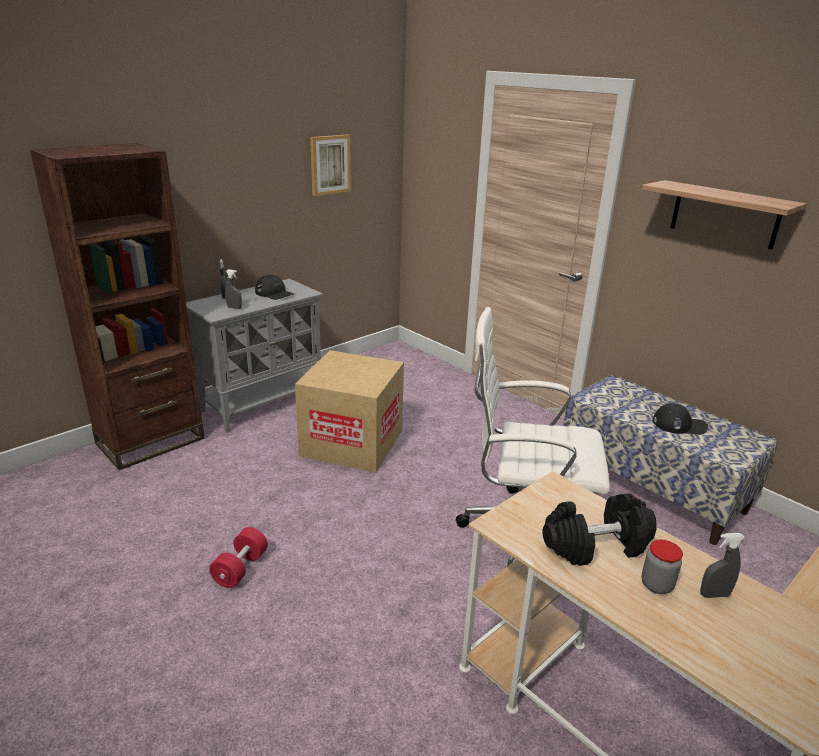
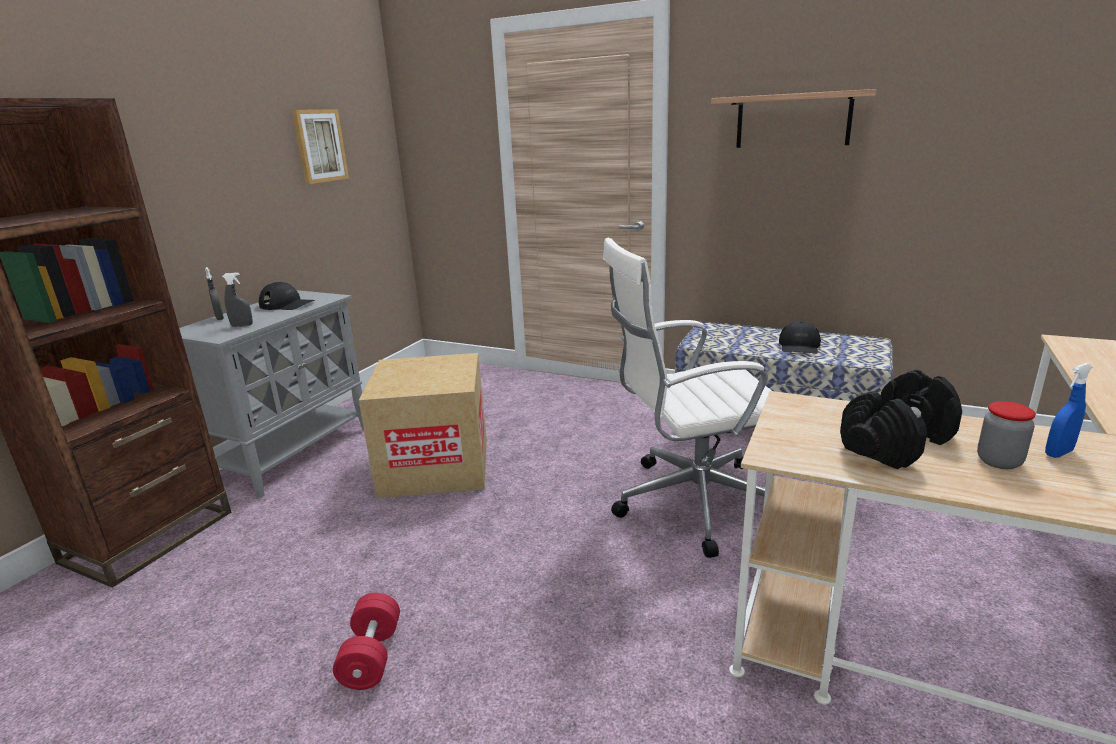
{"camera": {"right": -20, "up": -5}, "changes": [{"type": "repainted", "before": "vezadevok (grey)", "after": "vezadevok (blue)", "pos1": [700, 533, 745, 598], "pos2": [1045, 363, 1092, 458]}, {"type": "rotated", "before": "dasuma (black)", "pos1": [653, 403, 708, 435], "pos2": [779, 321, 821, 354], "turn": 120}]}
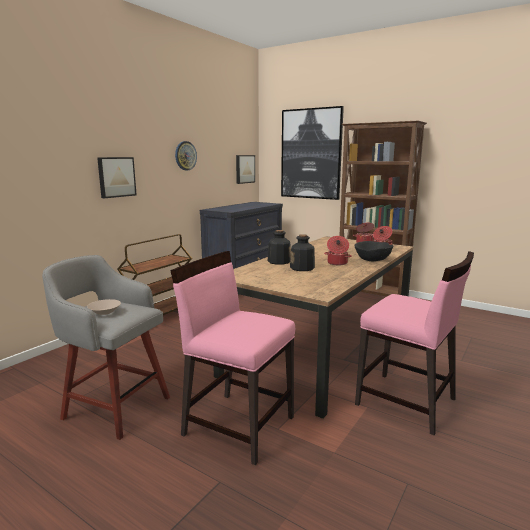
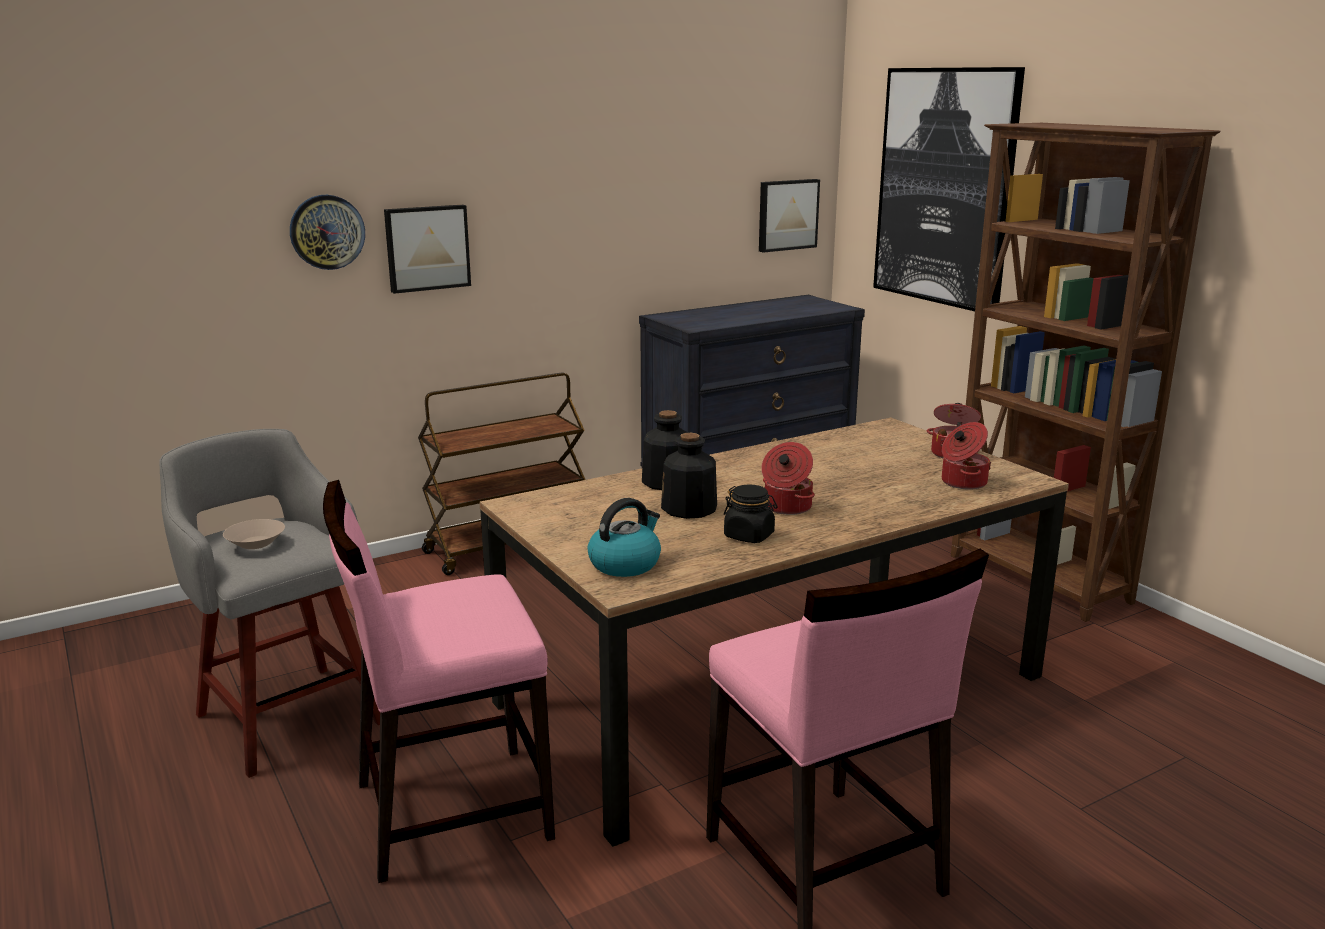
{"camera": {"right": 25, "up": 5}, "changes": [{"type": "gone", "before": "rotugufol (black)", "pos1": [354, 241, 394, 261]}, {"type": "new", "after": "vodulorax", "pos2": [587, 498, 661, 577]}, {"type": "new", "after": "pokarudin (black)", "pos2": [724, 485, 777, 543]}, {"type": "shifted", "before": "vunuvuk", "pos1": [175, 141, 197, 170], "pos2": [290, 195, 365, 270]}, {"type": "rotated", "before": "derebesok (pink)", "pos1": [170, 251, 295, 465], "pos2": [323, 480, 555, 883], "turn": -75}]}
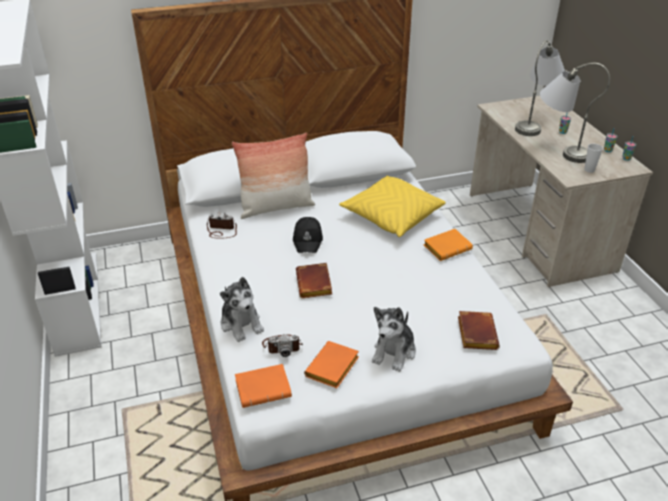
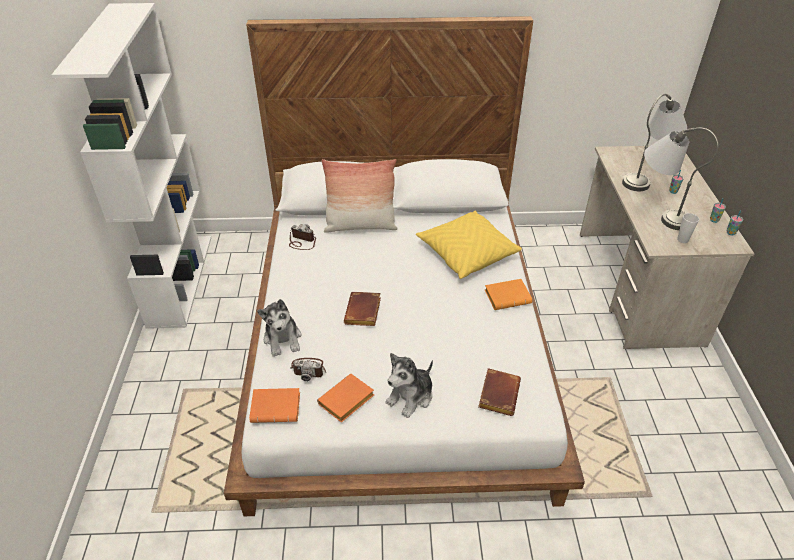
{"camera": {"right": 15, "up": 5}, "changes": [{"type": "gone", "before": "dasuma (black)", "pos1": [293, 217, 323, 253]}]}
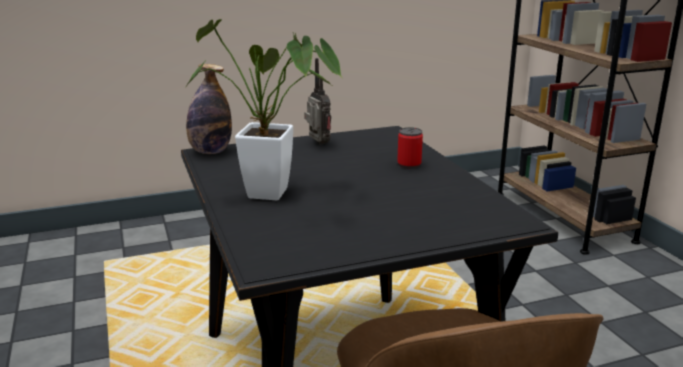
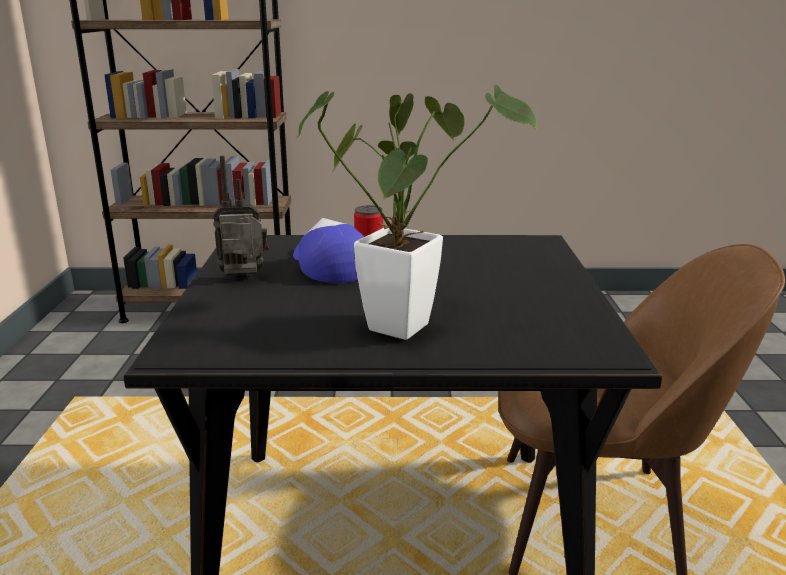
{"camera": {"right": -70, "up": 0}, "changes": [{"type": "gone", "before": "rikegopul", "pos1": [186, 64, 232, 154]}, {"type": "new", "after": "dasuma", "pos2": [293, 218, 364, 283]}]}
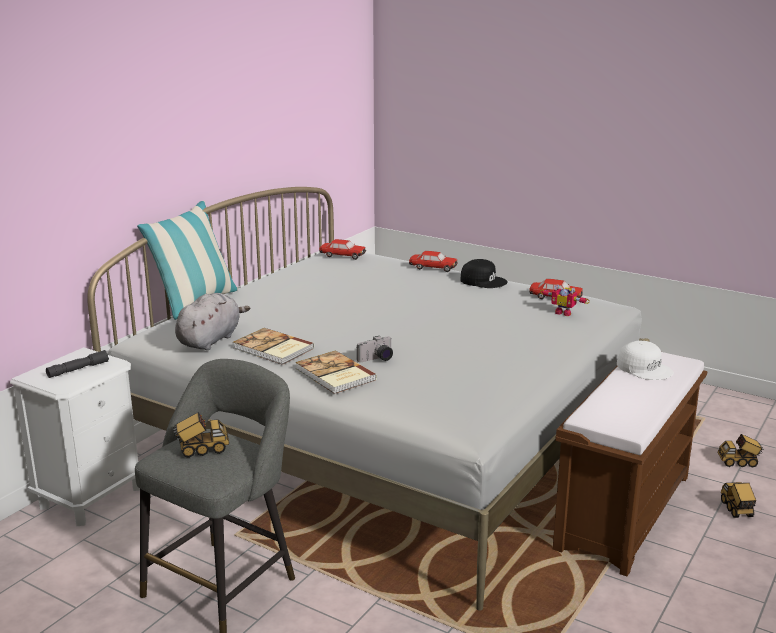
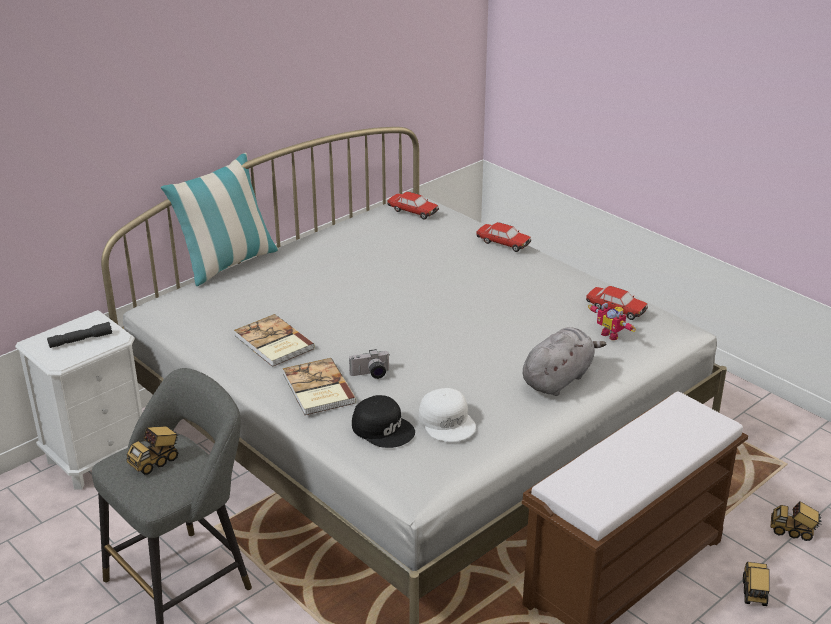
{"camera": {"right": 15, "up": 10}, "changes": [{"type": "shifted", "before": "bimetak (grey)", "pos1": [175, 293, 250, 350], "pos2": [523, 327, 606, 396]}, {"type": "shifted", "before": "dasuma (black)", "pos1": [460, 259, 508, 288], "pos2": [352, 395, 415, 448]}, {"type": "shifted", "before": "dasuma (white)", "pos1": [617, 341, 674, 380], "pos2": [419, 388, 476, 442]}, {"type": "rotated", "before": "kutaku", "pos1": [173, 412, 229, 458], "pos2": [126, 426, 179, 475], "turn": 135}]}
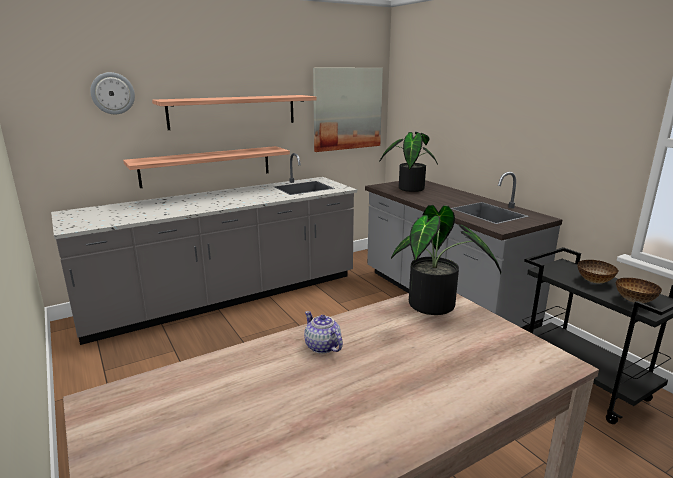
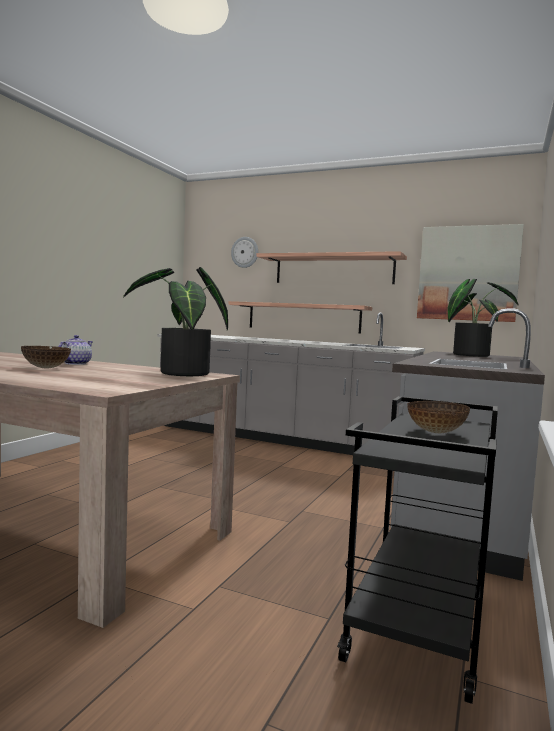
{"camera": {"right": 55, "up": -15}, "changes": [{"type": "shifted", "before": "rotugufol", "pos1": [615, 278, 662, 303], "pos2": [21, 346, 71, 368]}]}
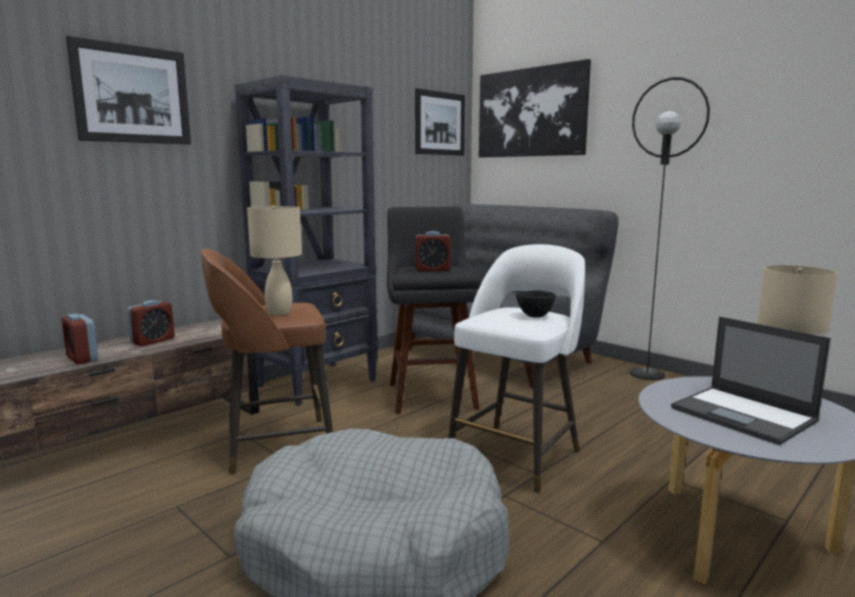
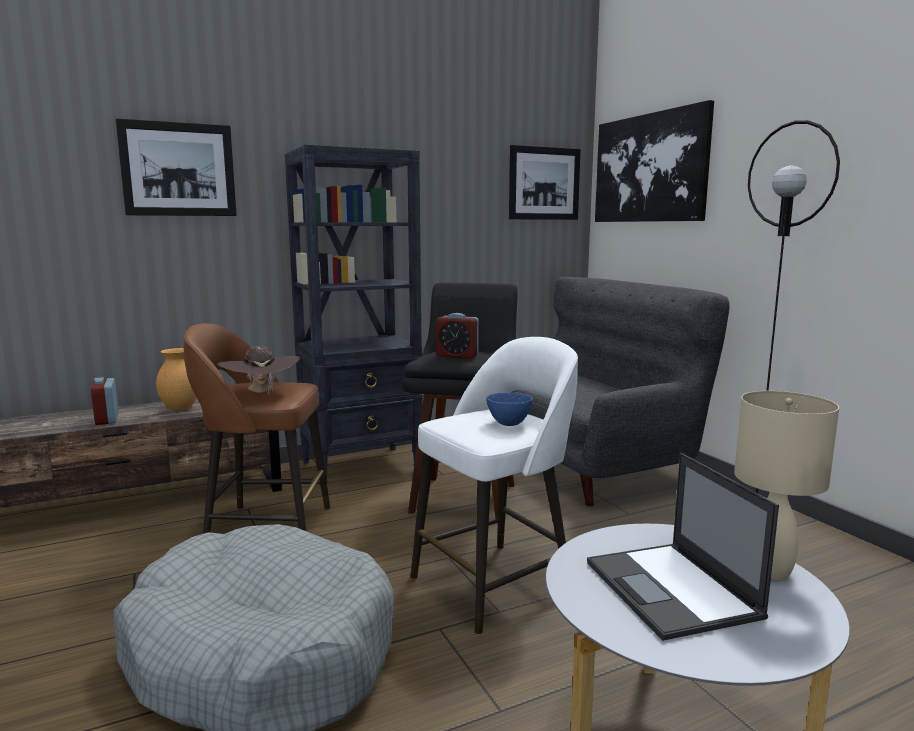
{"camera": {"right": 20, "up": 0}, "changes": [{"type": "swapped", "before": "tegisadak", "after": "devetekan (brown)", "pos1": [127, 300, 175, 346], "pos2": [156, 348, 197, 411]}, {"type": "swapped", "before": "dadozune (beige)", "after": "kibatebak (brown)", "pos1": [247, 205, 302, 315], "pos2": [217, 346, 300, 395]}, {"type": "repainted", "before": "rotugufol (black)", "after": "rotugufol (blue)", "pos1": [516, 290, 556, 318], "pos2": [486, 392, 533, 426]}]}
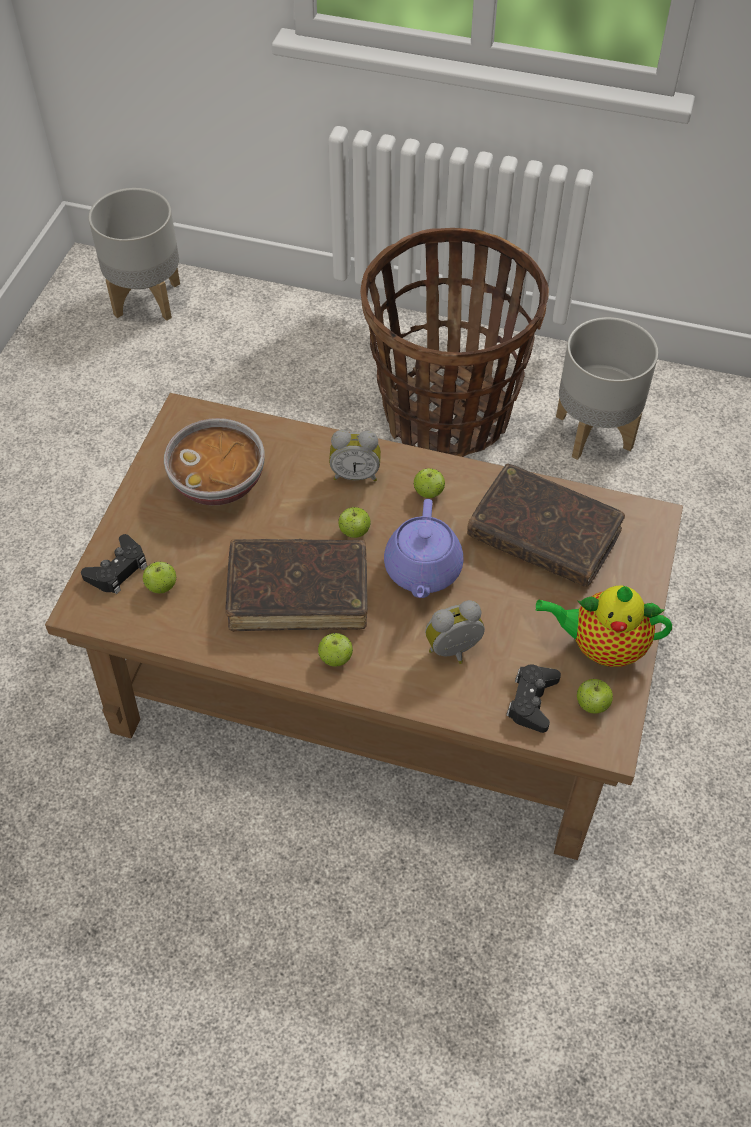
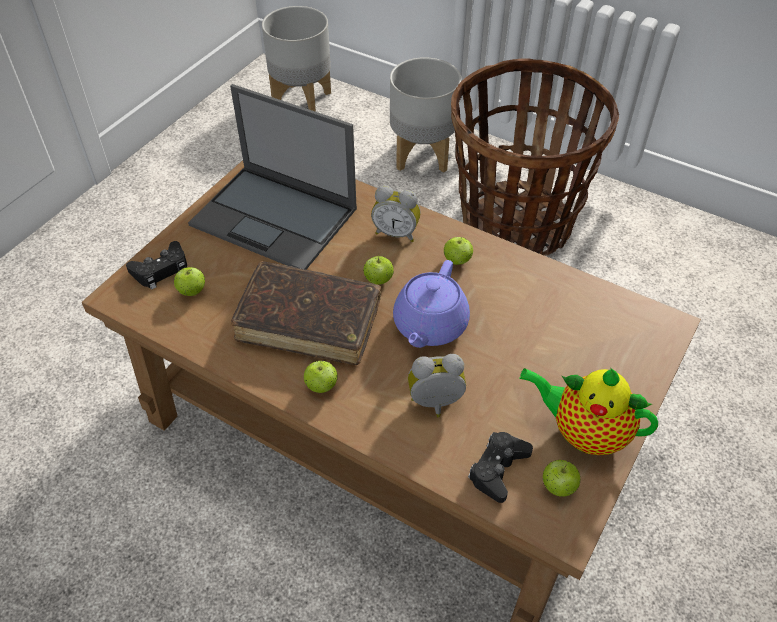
{"camera": {"right": 15, "up": -5}, "changes": [{"type": "gone", "before": "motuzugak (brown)", "pos1": [467, 463, 625, 587]}, {"type": "shifted", "before": "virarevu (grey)", "pos1": [556, 317, 658, 460], "pos2": [390, 57, 461, 173]}, {"type": "swapped", "before": "rotugufol", "after": "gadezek", "pos1": [164, 418, 264, 505], "pos2": [188, 84, 357, 270]}]}
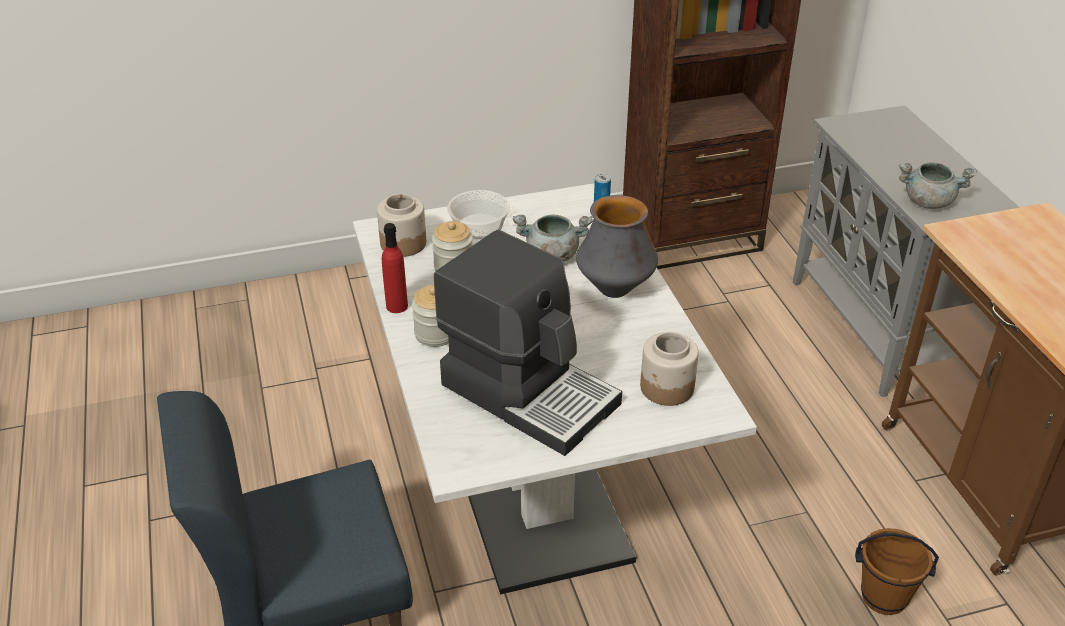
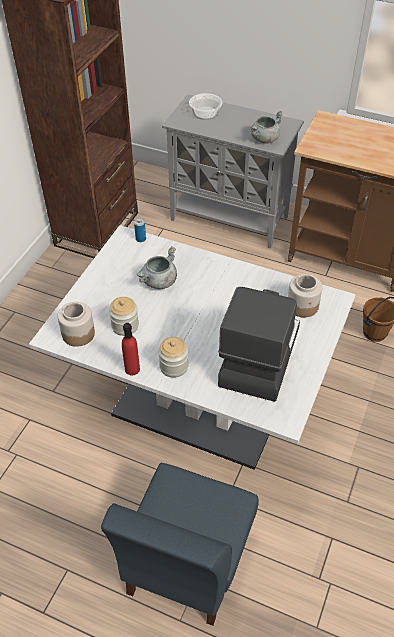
{"camera": {"right": -50, "up": 10}, "changes": [{"type": "gone", "before": "devetekan", "pos1": [576, 195, 658, 298]}, {"type": "shifted", "before": "rotugufol", "pos1": [447, 190, 510, 240], "pos2": [189, 93, 222, 120]}, {"type": "rotated", "before": "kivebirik", "pos1": [434, 230, 622, 456], "pos2": [218, 287, 300, 402], "turn": -60}]}
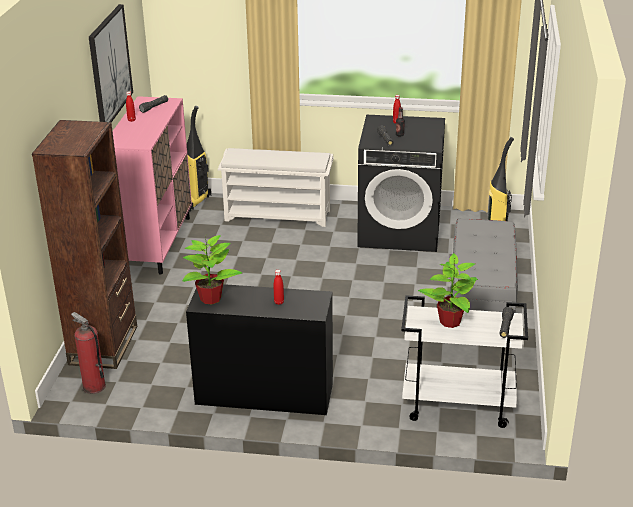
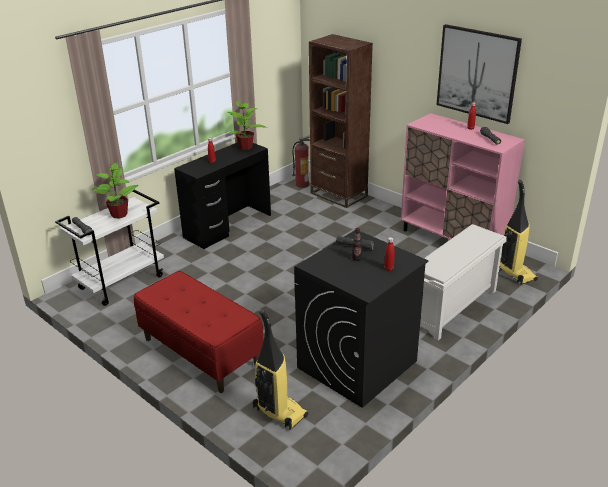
{"camera": {"right": 125, "up": 0}, "changes": [{"type": "repainted", "before": "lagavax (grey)", "after": "lagavax (red)", "pos1": [451, 219, 518, 313], "pos2": [134, 271, 264, 393]}]}
